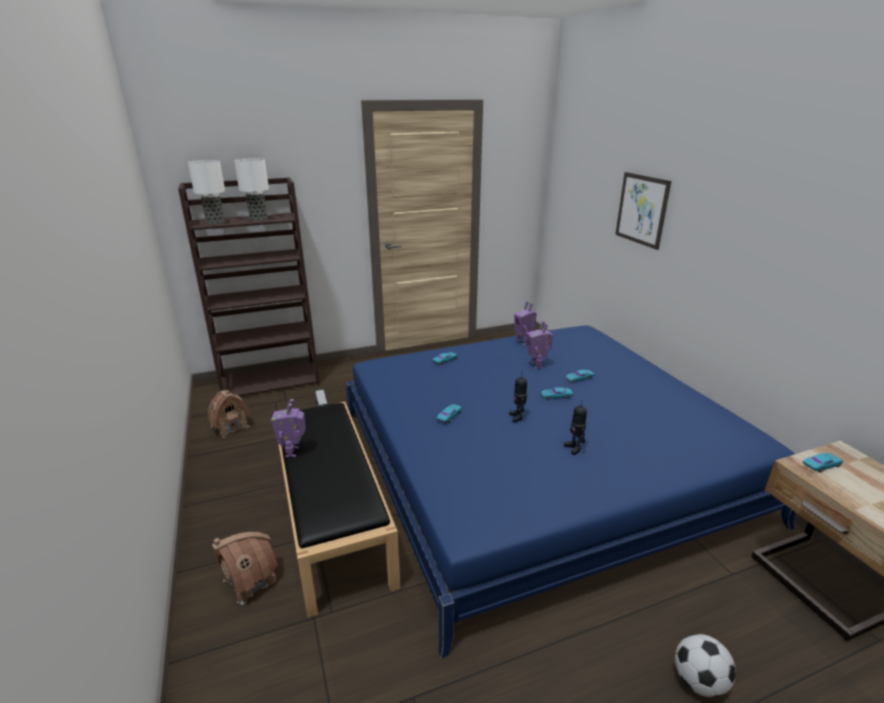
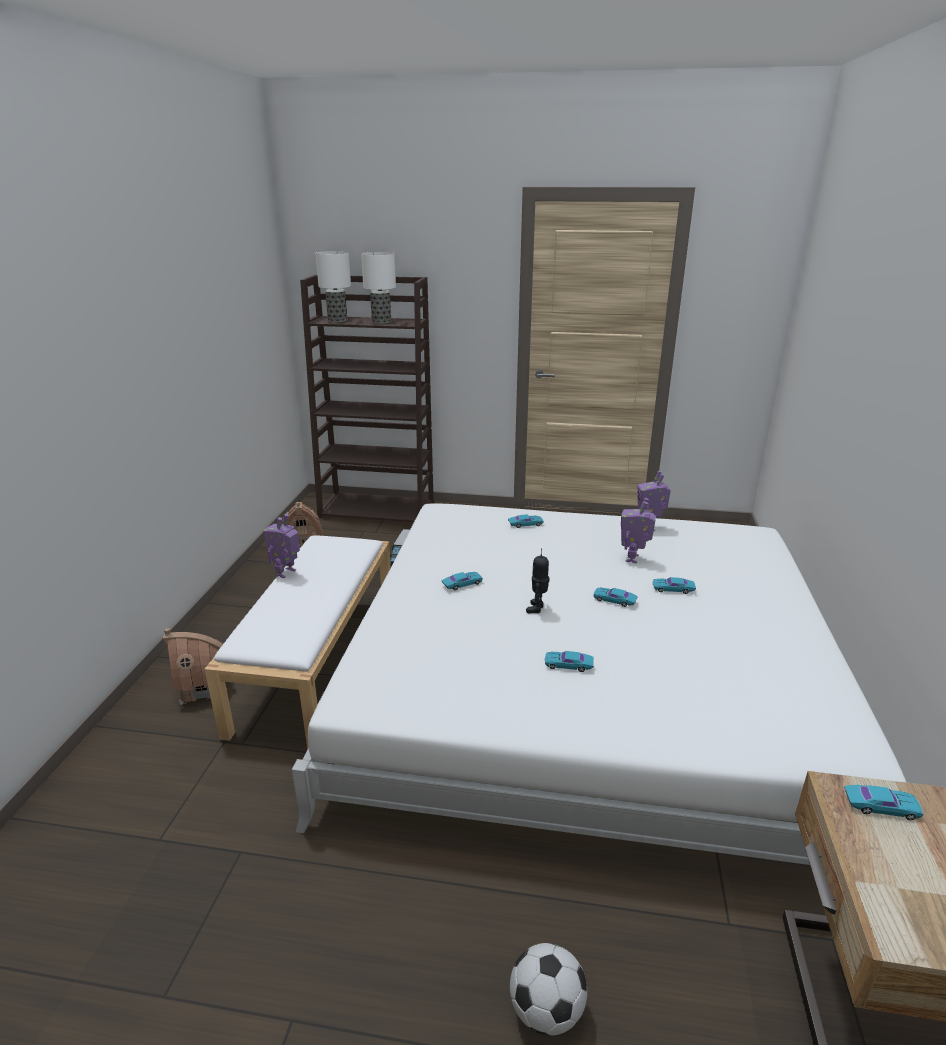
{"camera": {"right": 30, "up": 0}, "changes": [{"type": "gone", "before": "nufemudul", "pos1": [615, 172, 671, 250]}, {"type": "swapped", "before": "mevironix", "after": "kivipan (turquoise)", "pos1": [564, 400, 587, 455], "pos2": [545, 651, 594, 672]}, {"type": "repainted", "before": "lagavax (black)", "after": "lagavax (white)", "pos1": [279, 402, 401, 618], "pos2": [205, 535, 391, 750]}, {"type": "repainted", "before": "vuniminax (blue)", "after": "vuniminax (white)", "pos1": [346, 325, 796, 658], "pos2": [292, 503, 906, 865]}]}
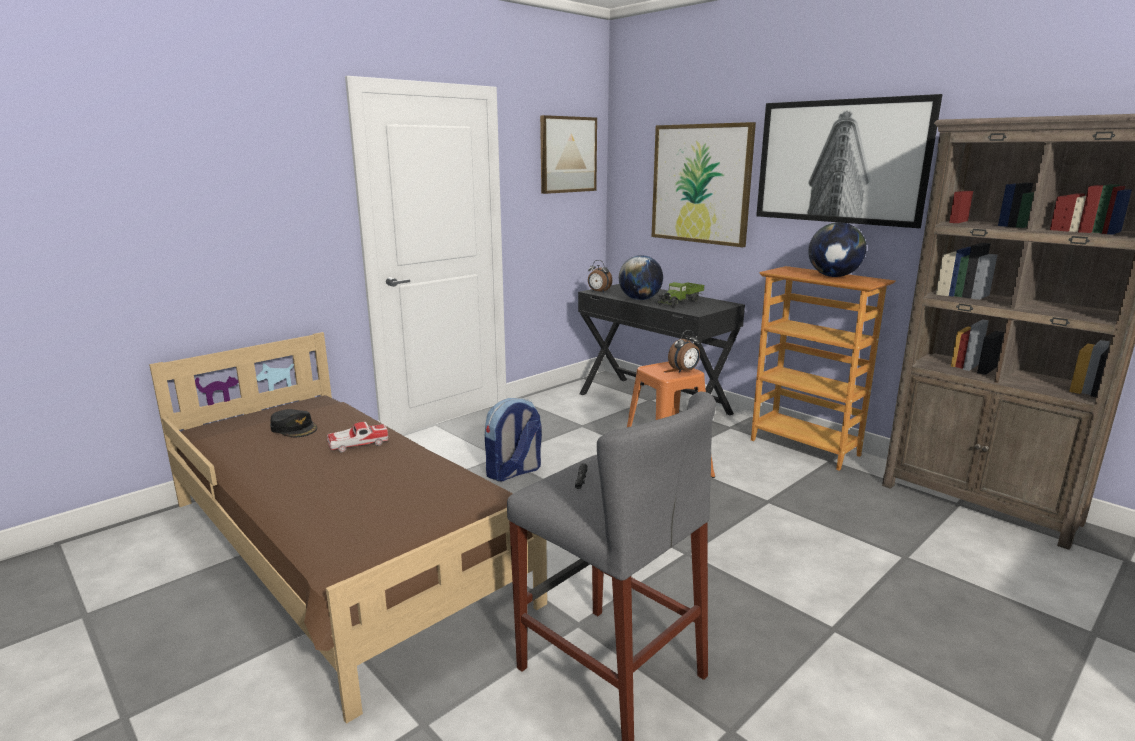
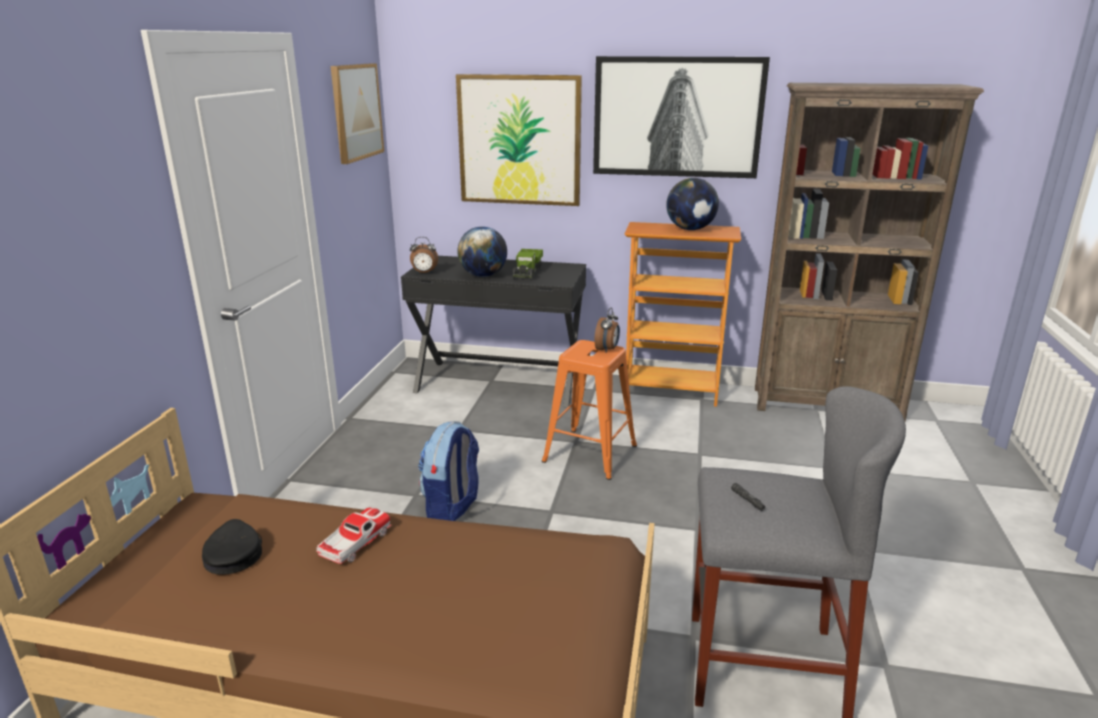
{"camera": {"right": -35, "up": 5}, "changes": [{"type": "rotated", "before": "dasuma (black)", "pos1": [270, 409, 317, 437], "pos2": [202, 519, 262, 575], "turn": -105}]}
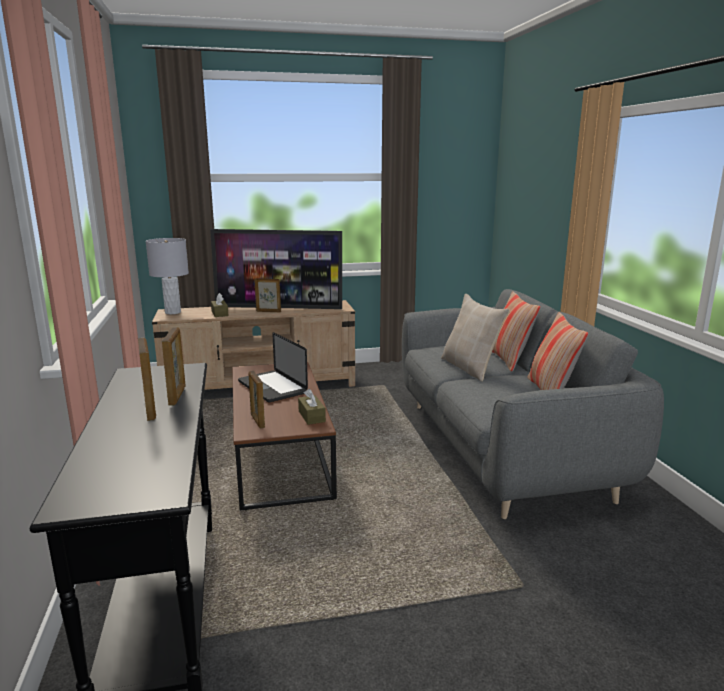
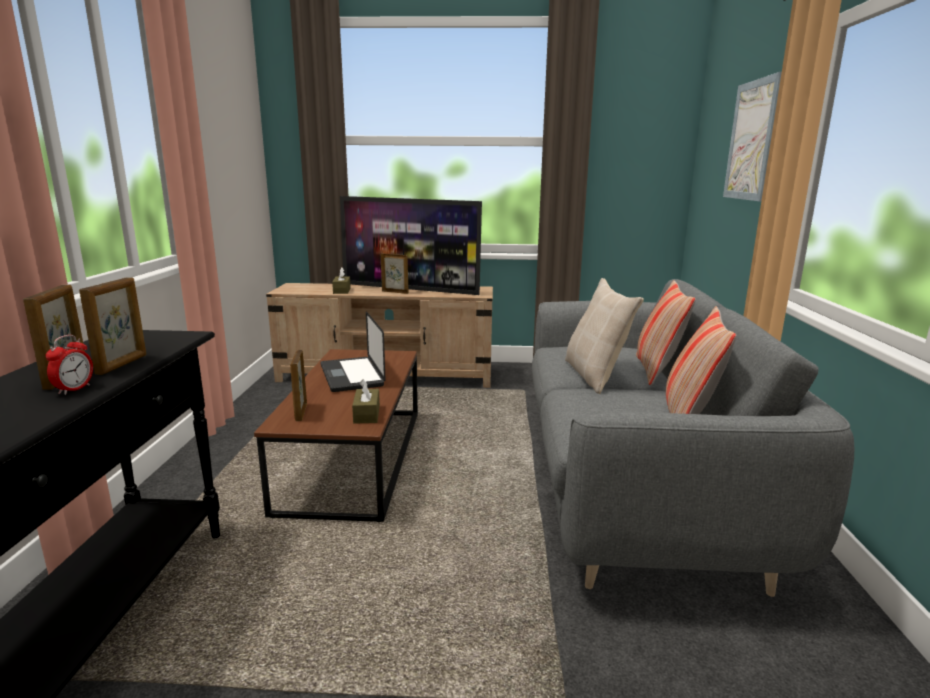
{"camera": {"right": 15, "up": 0}, "changes": [{"type": "gone", "before": "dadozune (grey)", "pos1": [146, 238, 189, 314]}, {"type": "new", "after": "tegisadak", "pos2": [46, 335, 93, 395]}, {"type": "new", "after": "nufemudul", "pos2": [723, 72, 782, 202]}]}
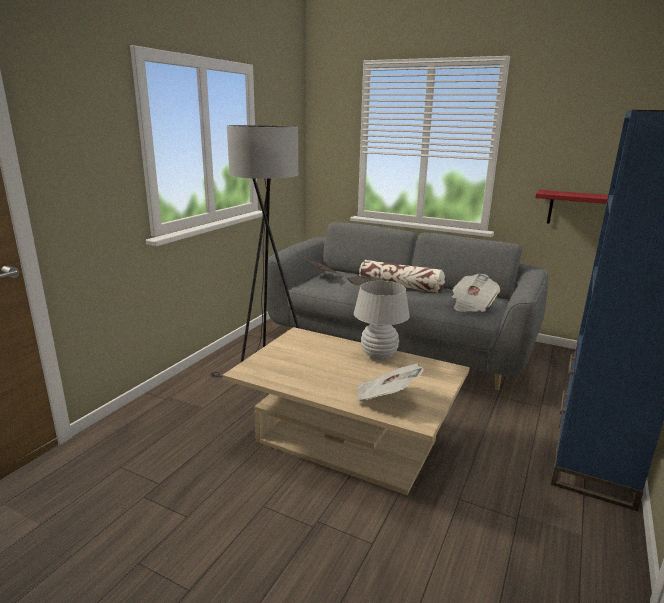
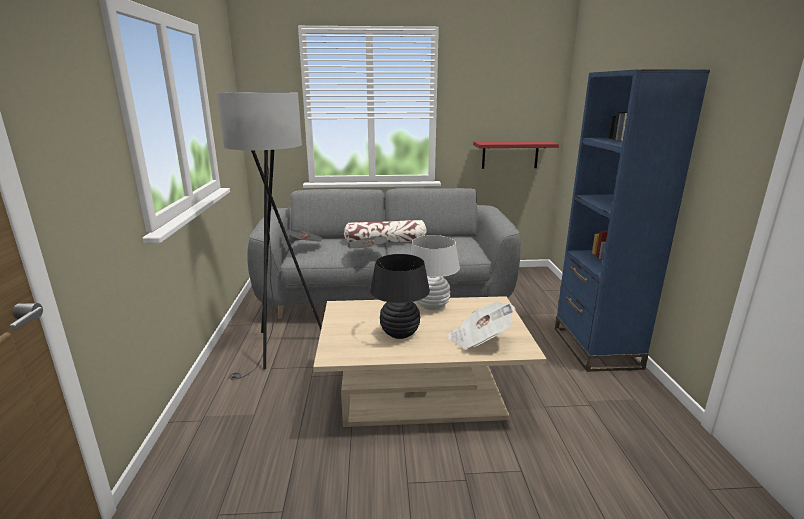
{"camera": {"right": -30, "up": 0}, "changes": [{"type": "gone", "before": "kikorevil", "pos1": [452, 274, 500, 312]}, {"type": "new", "after": "dadozune (black)", "pos2": [370, 254, 430, 339]}]}
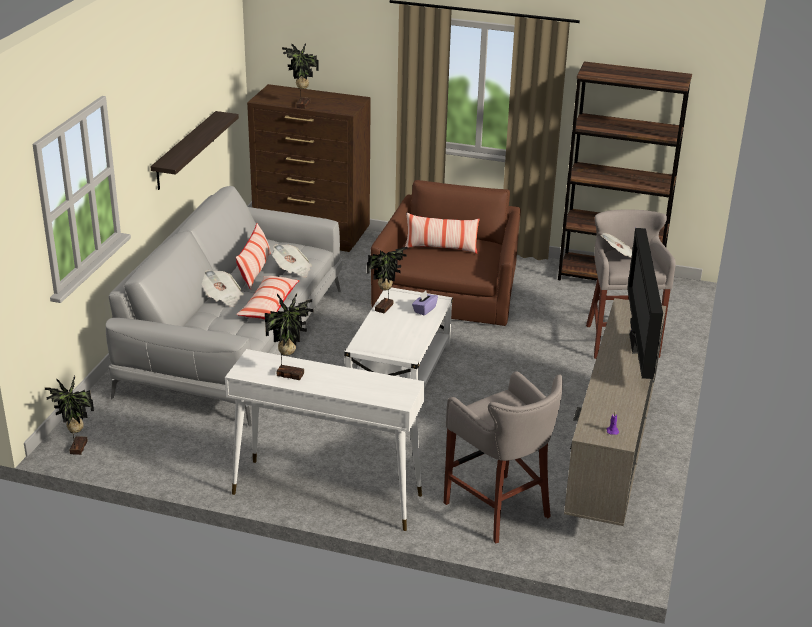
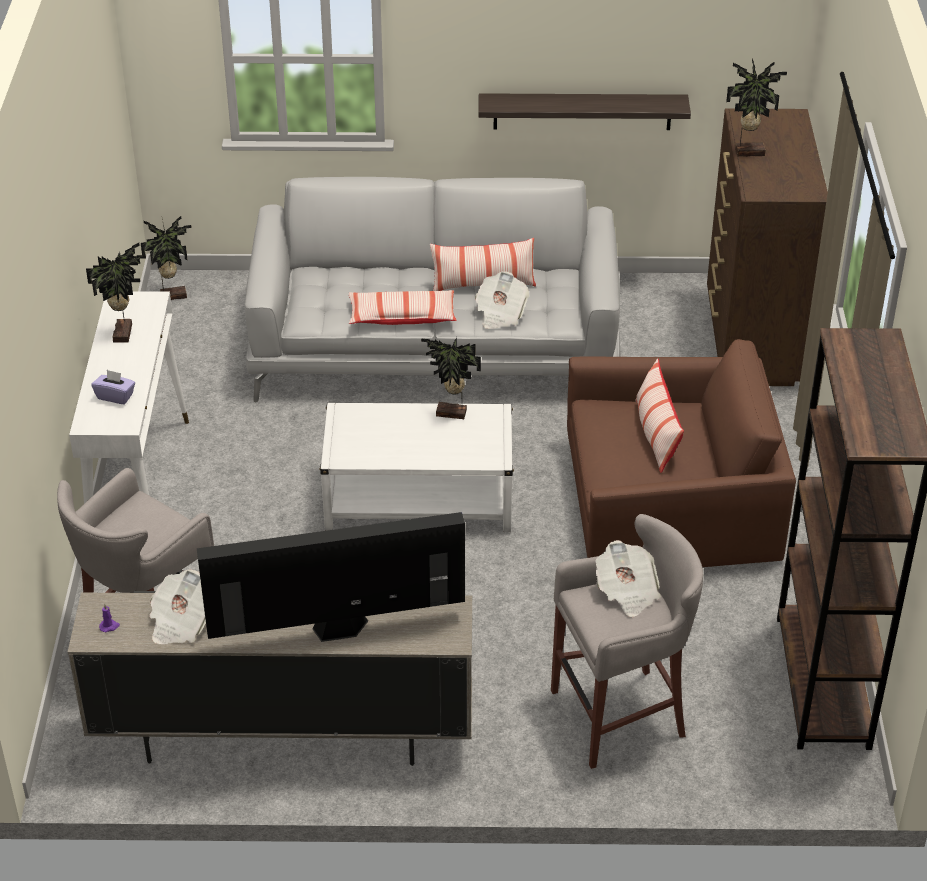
{"camera": {"right": 75, "up": 10}, "changes": [{"type": "shifted", "before": "kikorevil", "pos1": [202, 270, 244, 307], "pos2": [149, 569, 206, 644]}, {"type": "shifted", "before": "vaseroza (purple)", "pos1": [412, 291, 438, 315], "pos2": [92, 370, 135, 404]}]}
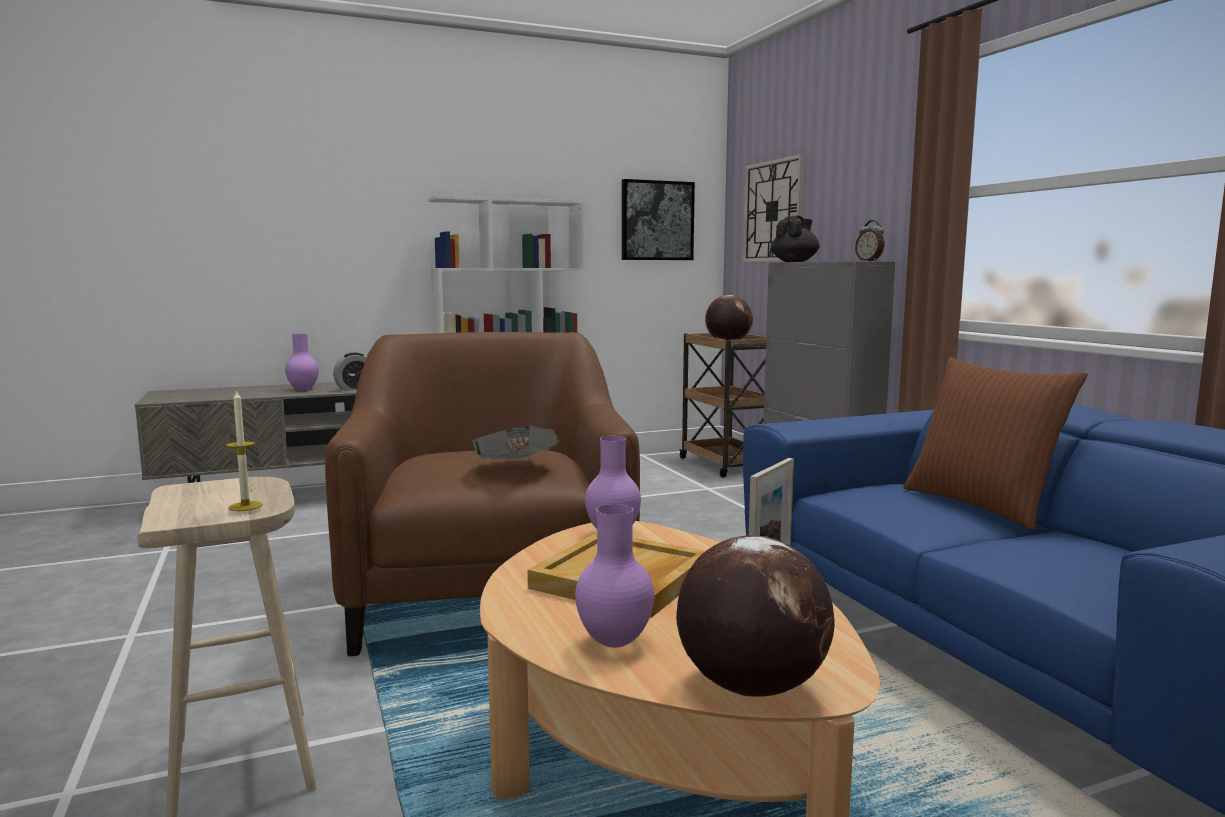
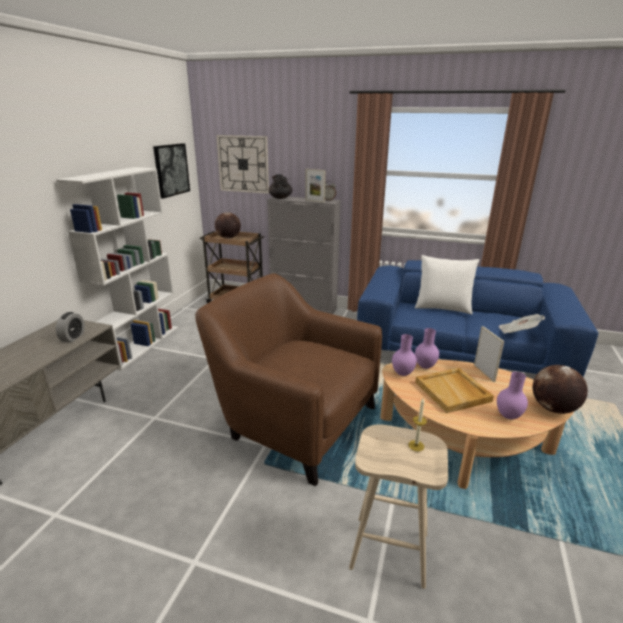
{"camera": {"right": -50, "up": 15}, "changes": [{"type": "new", "after": "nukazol", "pos2": [305, 169, 325, 203]}, {"type": "shifted", "before": "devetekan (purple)", "pos1": [285, 334, 319, 390], "pos2": [415, 328, 439, 369]}, {"type": "shifted", "before": "kikorevil", "pos1": [472, 426, 559, 459], "pos2": [499, 314, 545, 334]}, {"type": "repainted", "before": "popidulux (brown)", "after": "popidulux (white)", "pos1": [903, 358, 1087, 530], "pos2": [415, 255, 479, 315]}]}
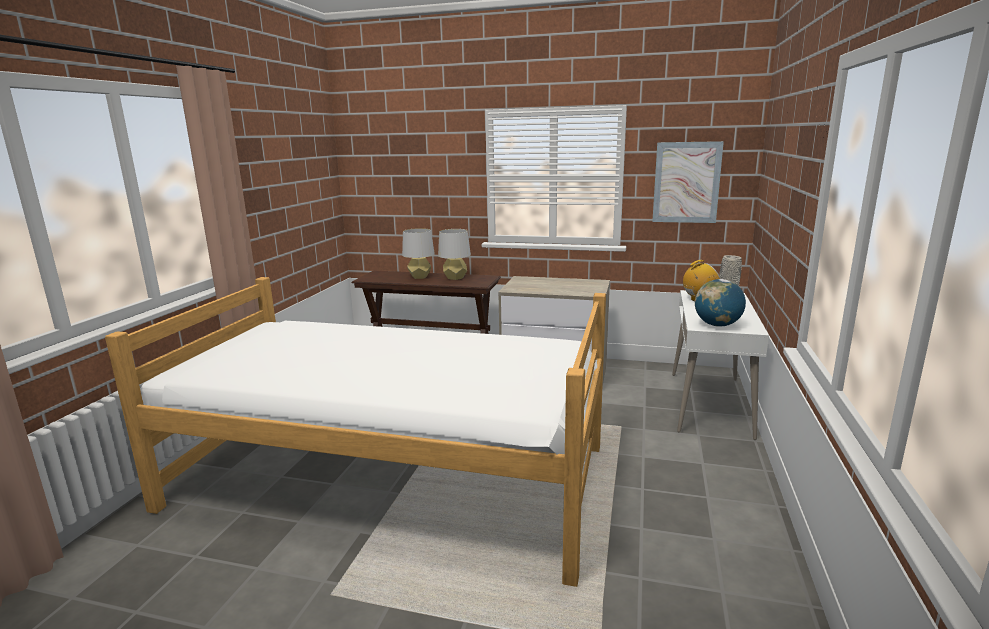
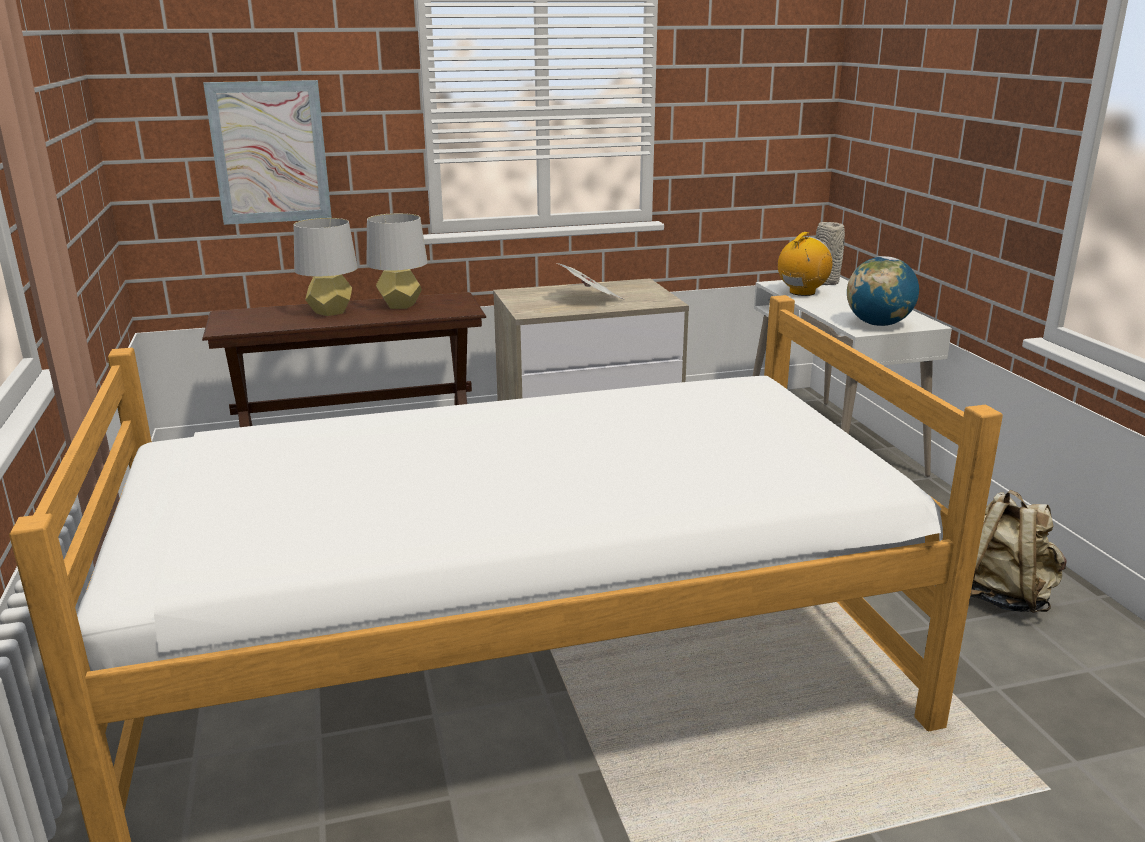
{"camera": {"right": -30, "up": 5}, "changes": [{"type": "new", "after": "kikorevil", "pos2": [557, 263, 623, 299]}, {"type": "new", "after": "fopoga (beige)", "pos2": [970, 490, 1067, 613]}, {"type": "shifted", "before": "nufemudul", "pos1": [652, 141, 724, 223], "pos2": [203, 80, 332, 225]}]}
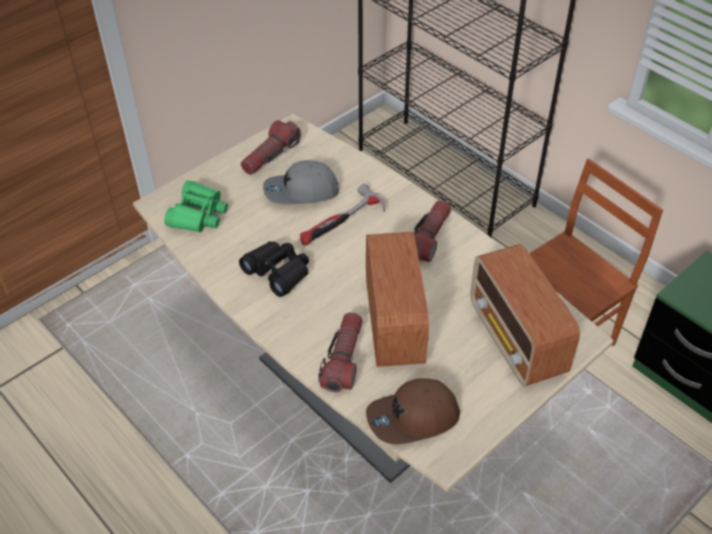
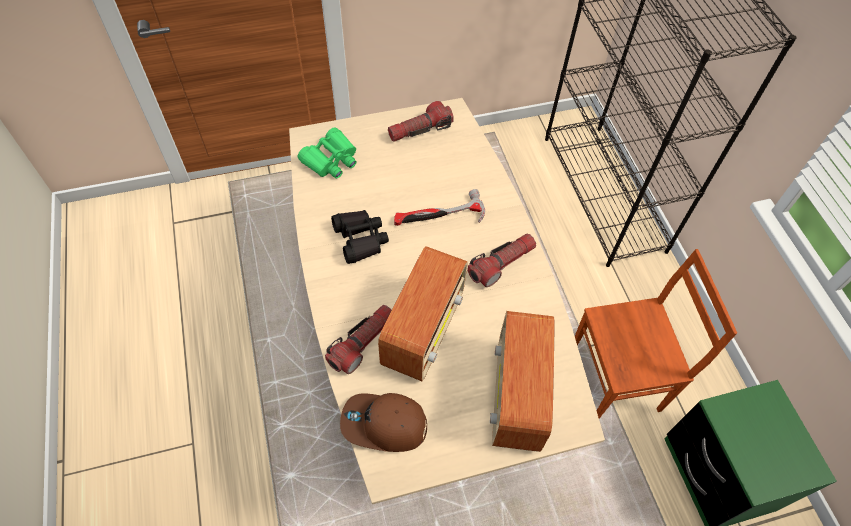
{"camera": {"right": 25, "up": 10}, "changes": [{"type": "gone", "before": "dasuma (grey)", "pos1": [263, 160, 339, 204]}]}
